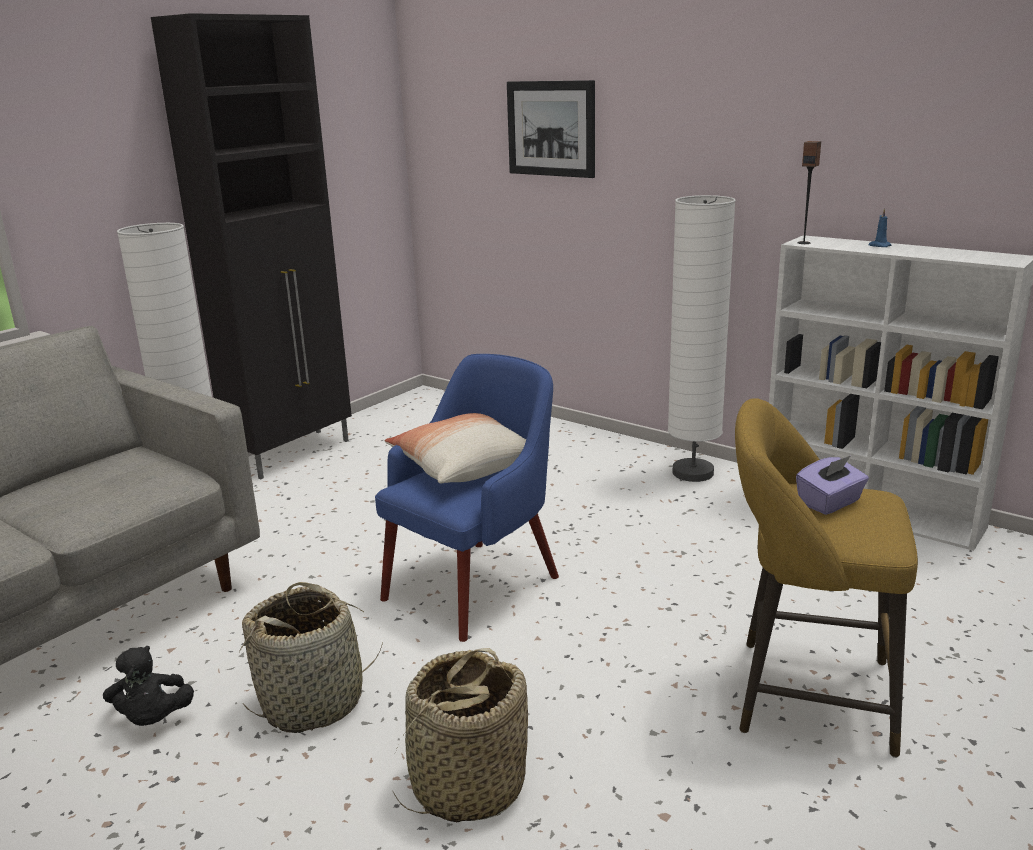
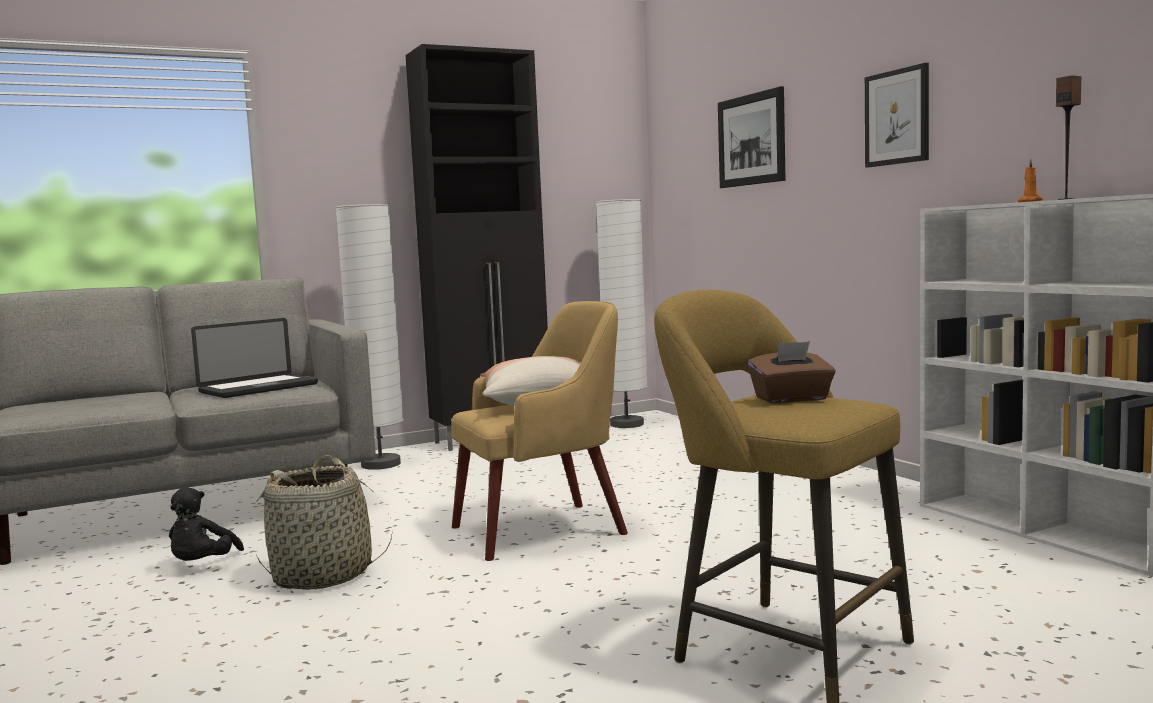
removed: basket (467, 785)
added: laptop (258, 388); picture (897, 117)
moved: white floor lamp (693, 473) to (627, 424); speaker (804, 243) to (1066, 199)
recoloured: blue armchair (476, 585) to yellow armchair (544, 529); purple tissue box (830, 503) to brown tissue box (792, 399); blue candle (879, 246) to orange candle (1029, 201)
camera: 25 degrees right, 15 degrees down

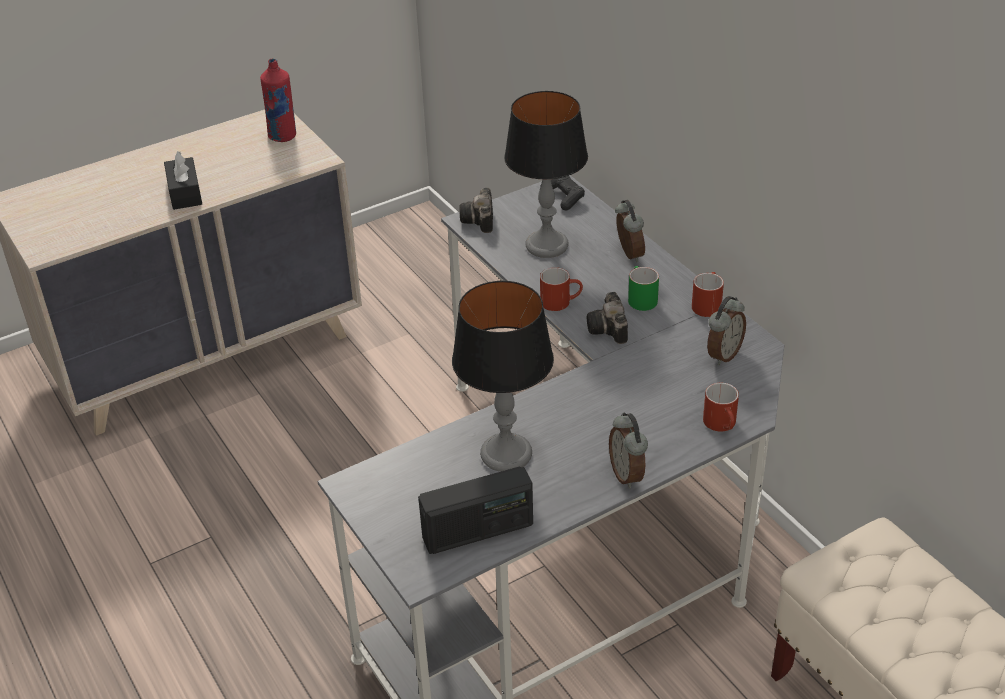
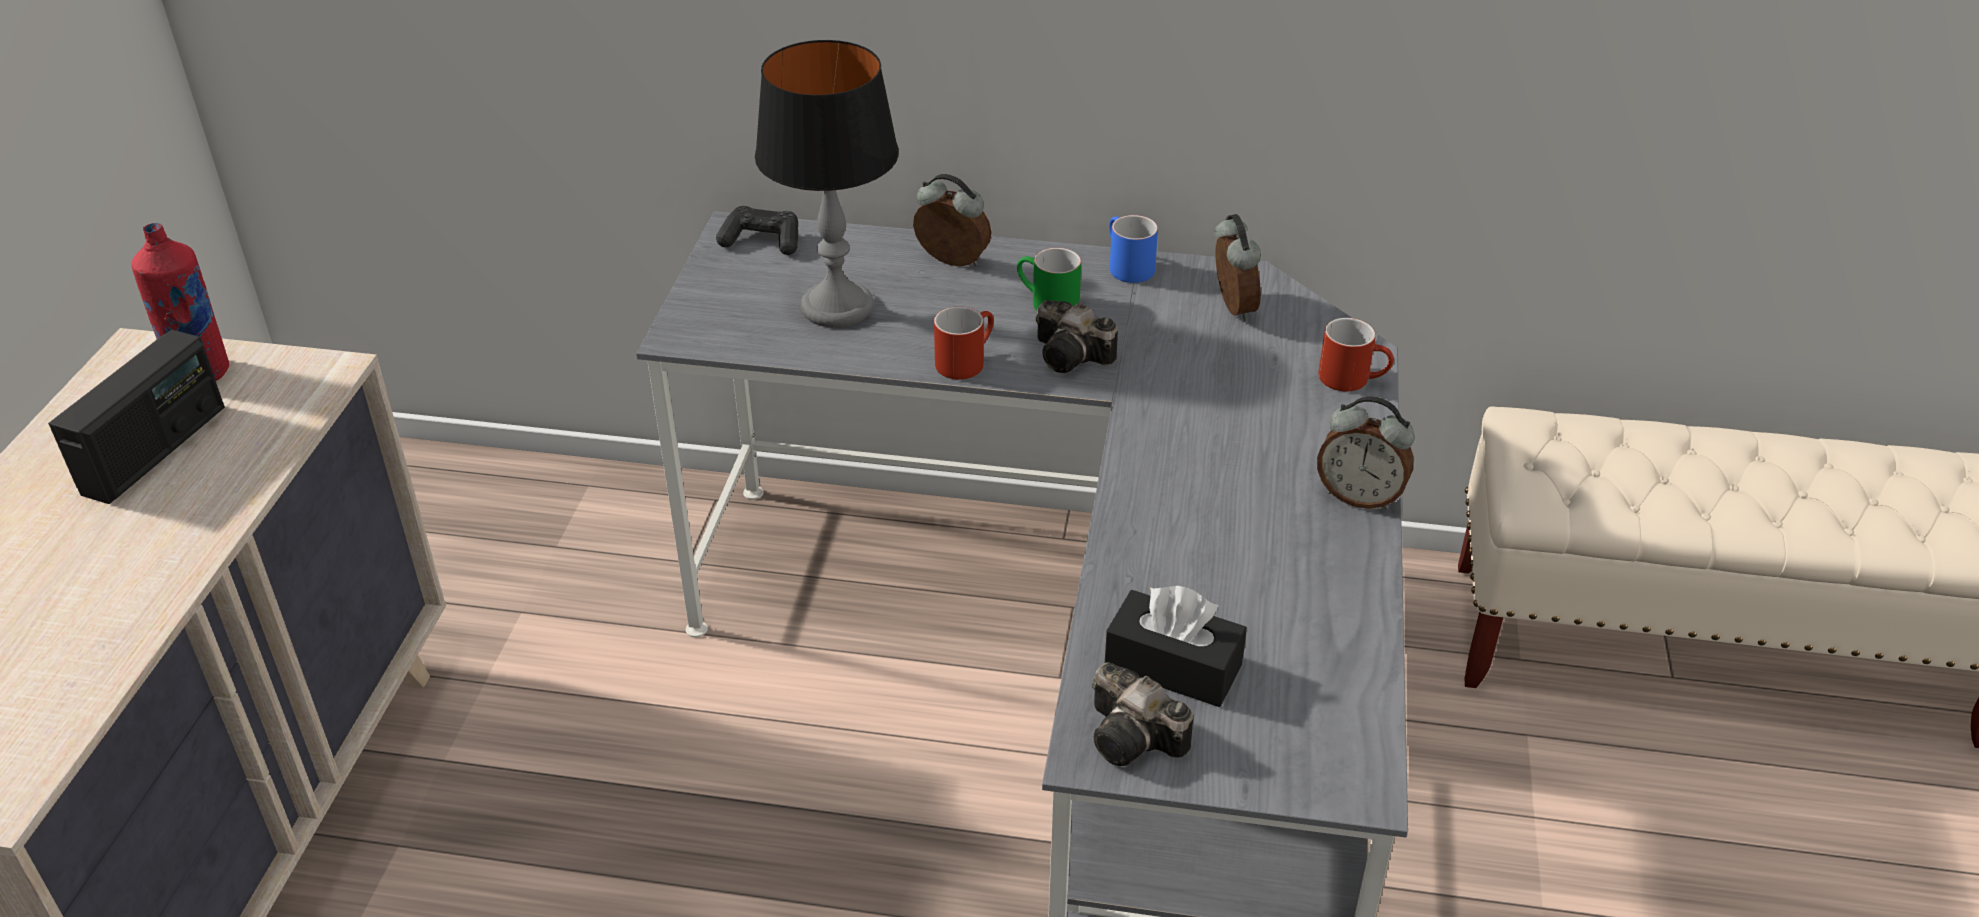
removed: table lamp (506, 454)
moved: black tissue box (185, 193) to (1173, 666); radio (478, 531) to (155, 450); photo camera (480, 221) to (1136, 740)
recoloured: red mug (706, 304) to blue mug (1125, 266)
camera: 50 degrees left, 0 degrees up

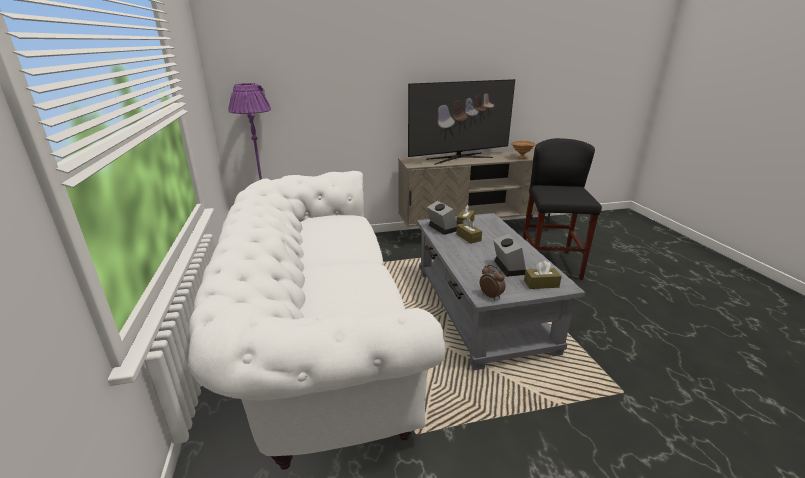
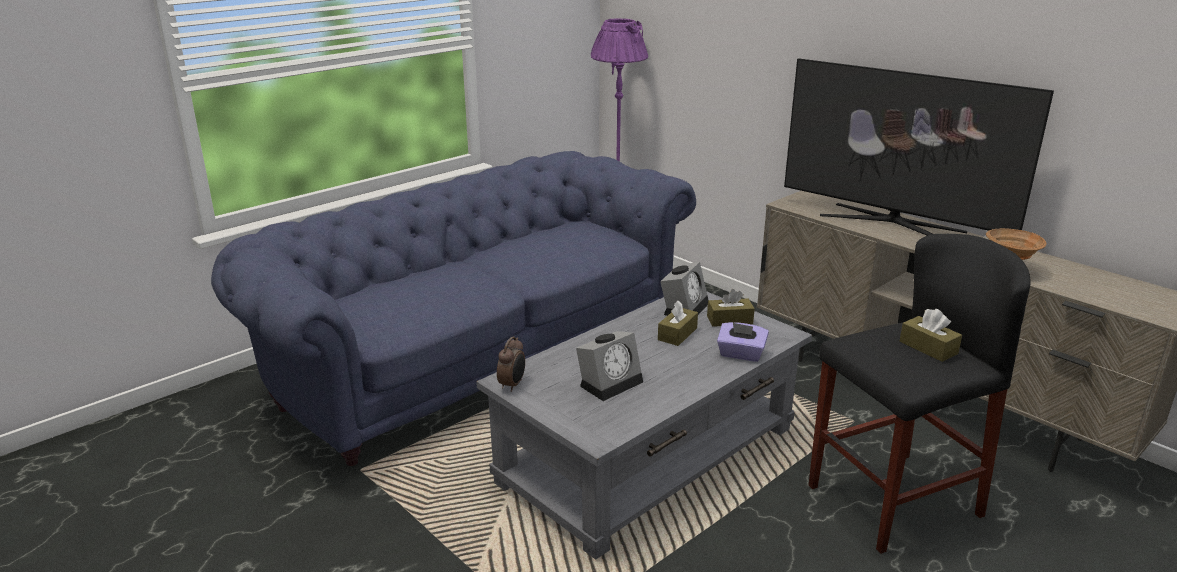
added: purple tissue box (741, 354)
moved: brown tissue box (541, 284) to (928, 347)
recoloured: white sofa (316, 335) to blue sofa (472, 355)
camera: 60 degrees right, 0 degrees up

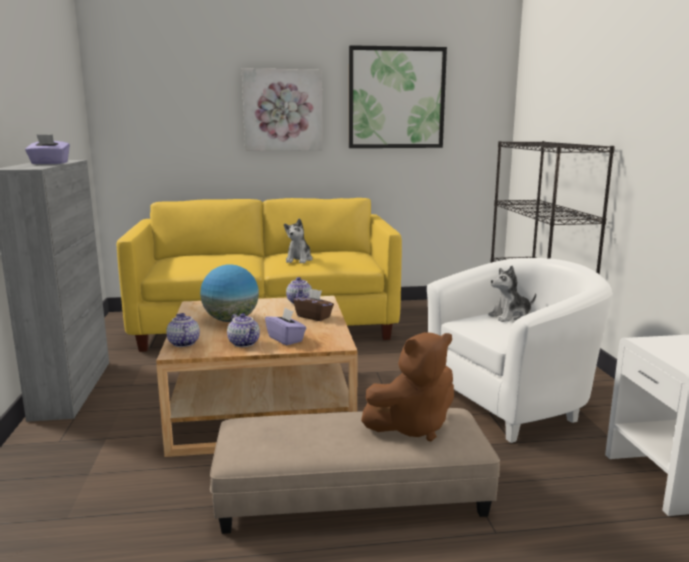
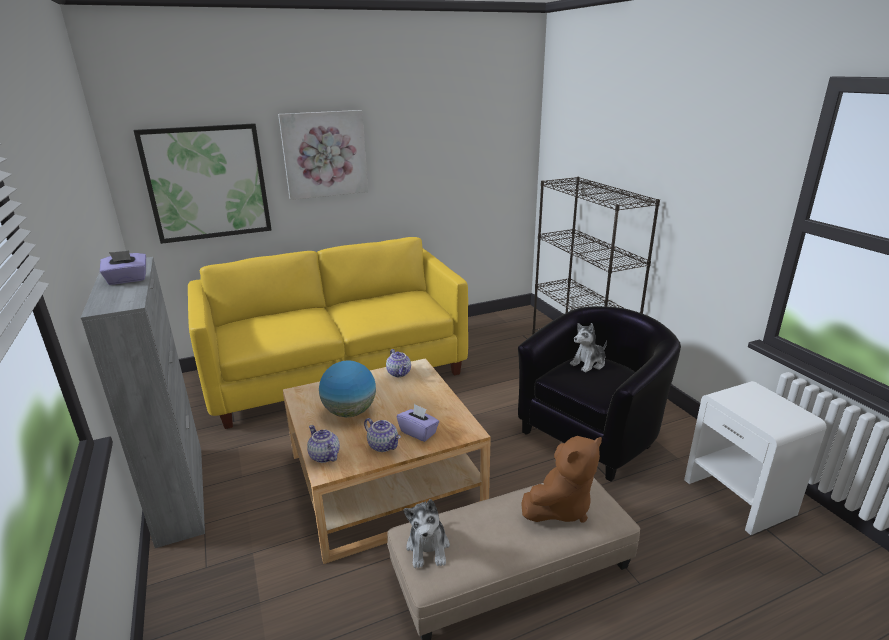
removed: brown tissue box (314, 317)
moved: plush toy (299, 260) to (428, 547); picture (396, 98) to (207, 183)
recoloured: white armchair (513, 402) to black armchair (593, 433)
camera: 15 degrees left, 10 degrees up

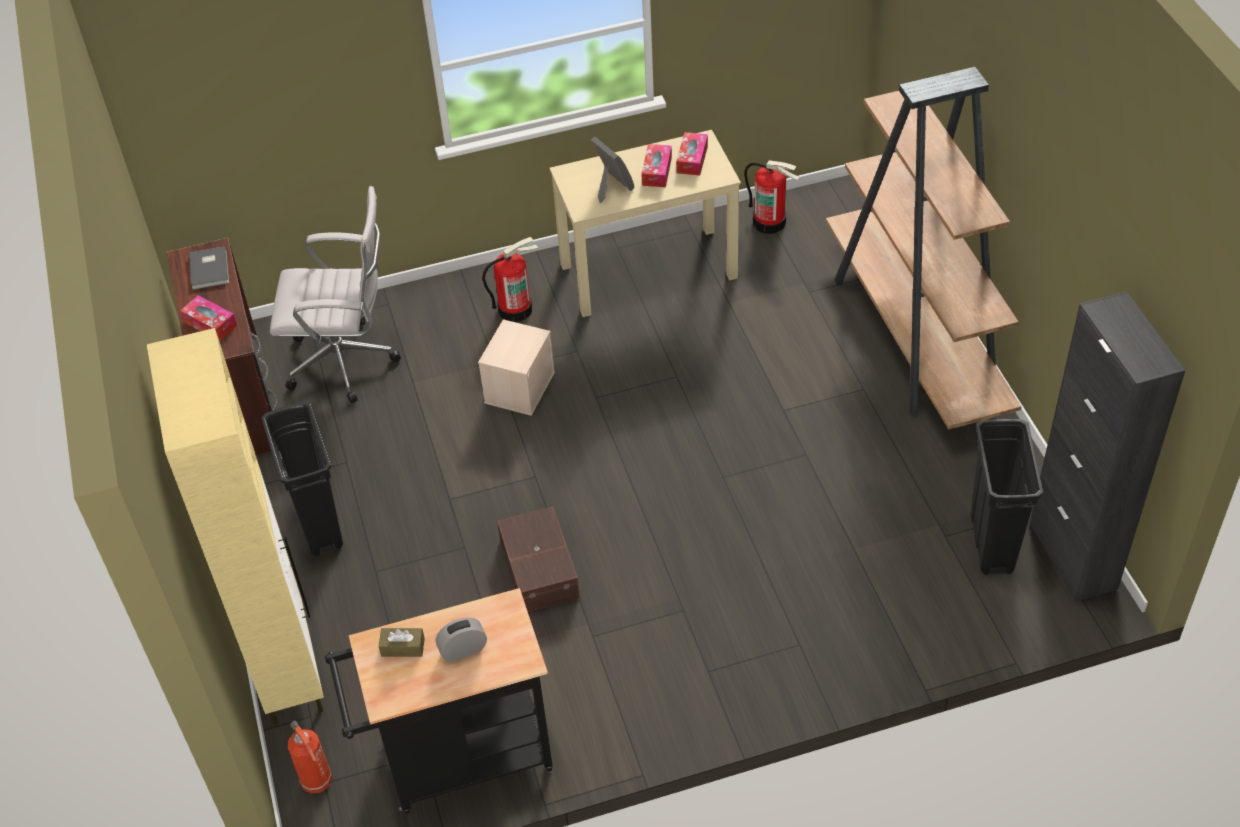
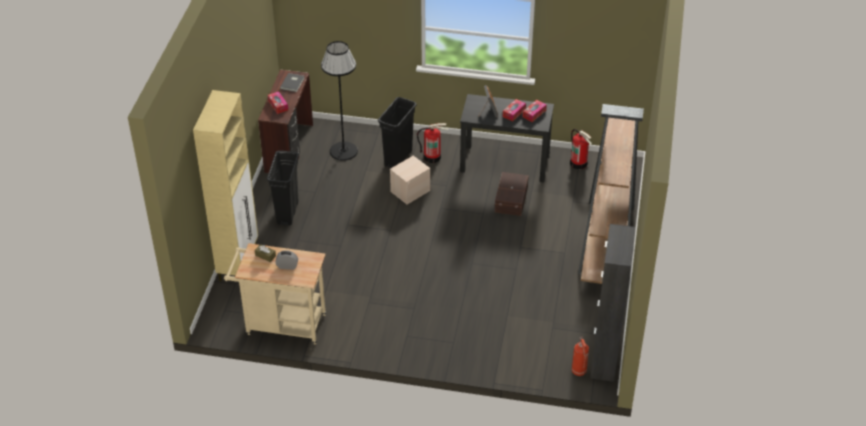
moved: fire extinguisher (318, 782) to (579, 372); brown storage box (540, 568) to (512, 199); black trash can (991, 544) to (398, 158)
replaced: white office chair (347, 362) to black floor lamp (343, 151)
recoloured: black cart (457, 759) to beige cart (281, 324); beige desk (649, 271) to black desk (505, 163)
camera: 25 degrees right, 5 degrees down

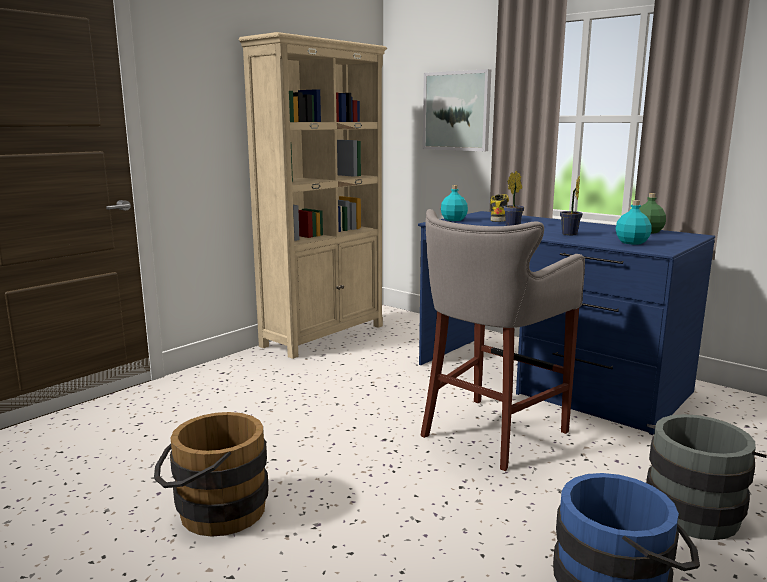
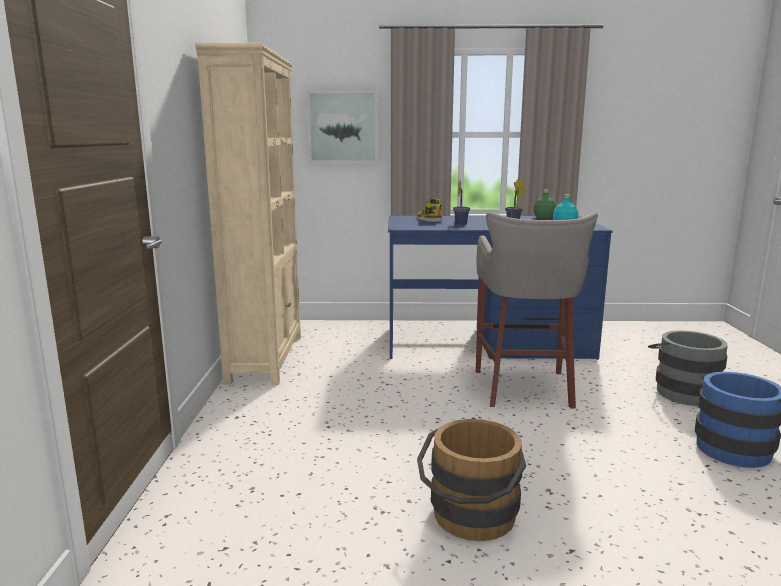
removed: turquoise bottle (453, 219)
camera: 40 degrees left, 0 degrees up

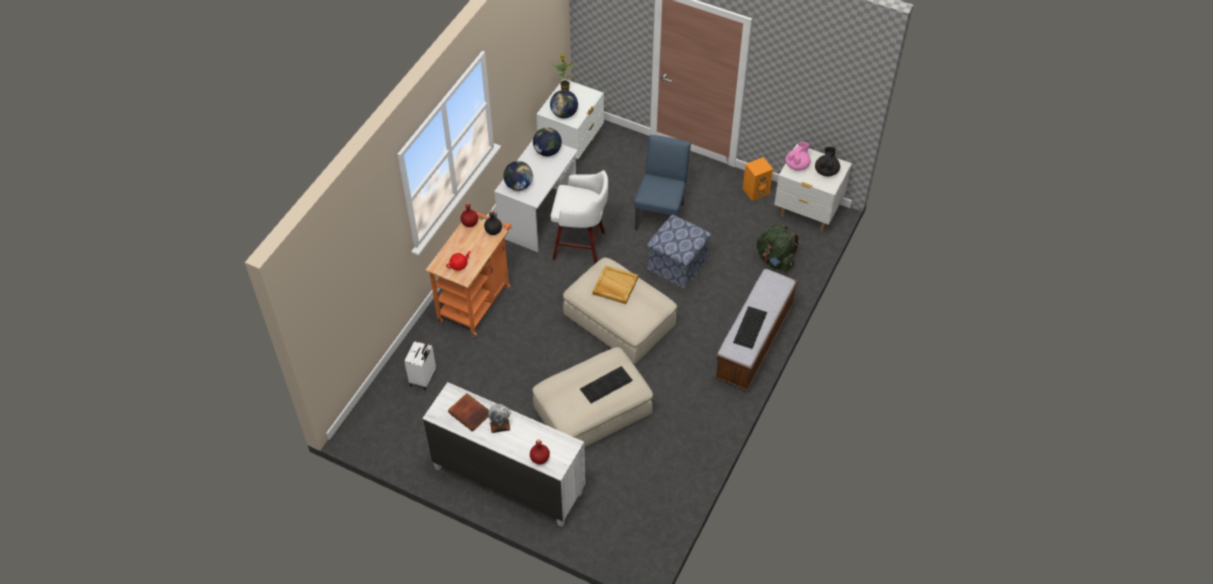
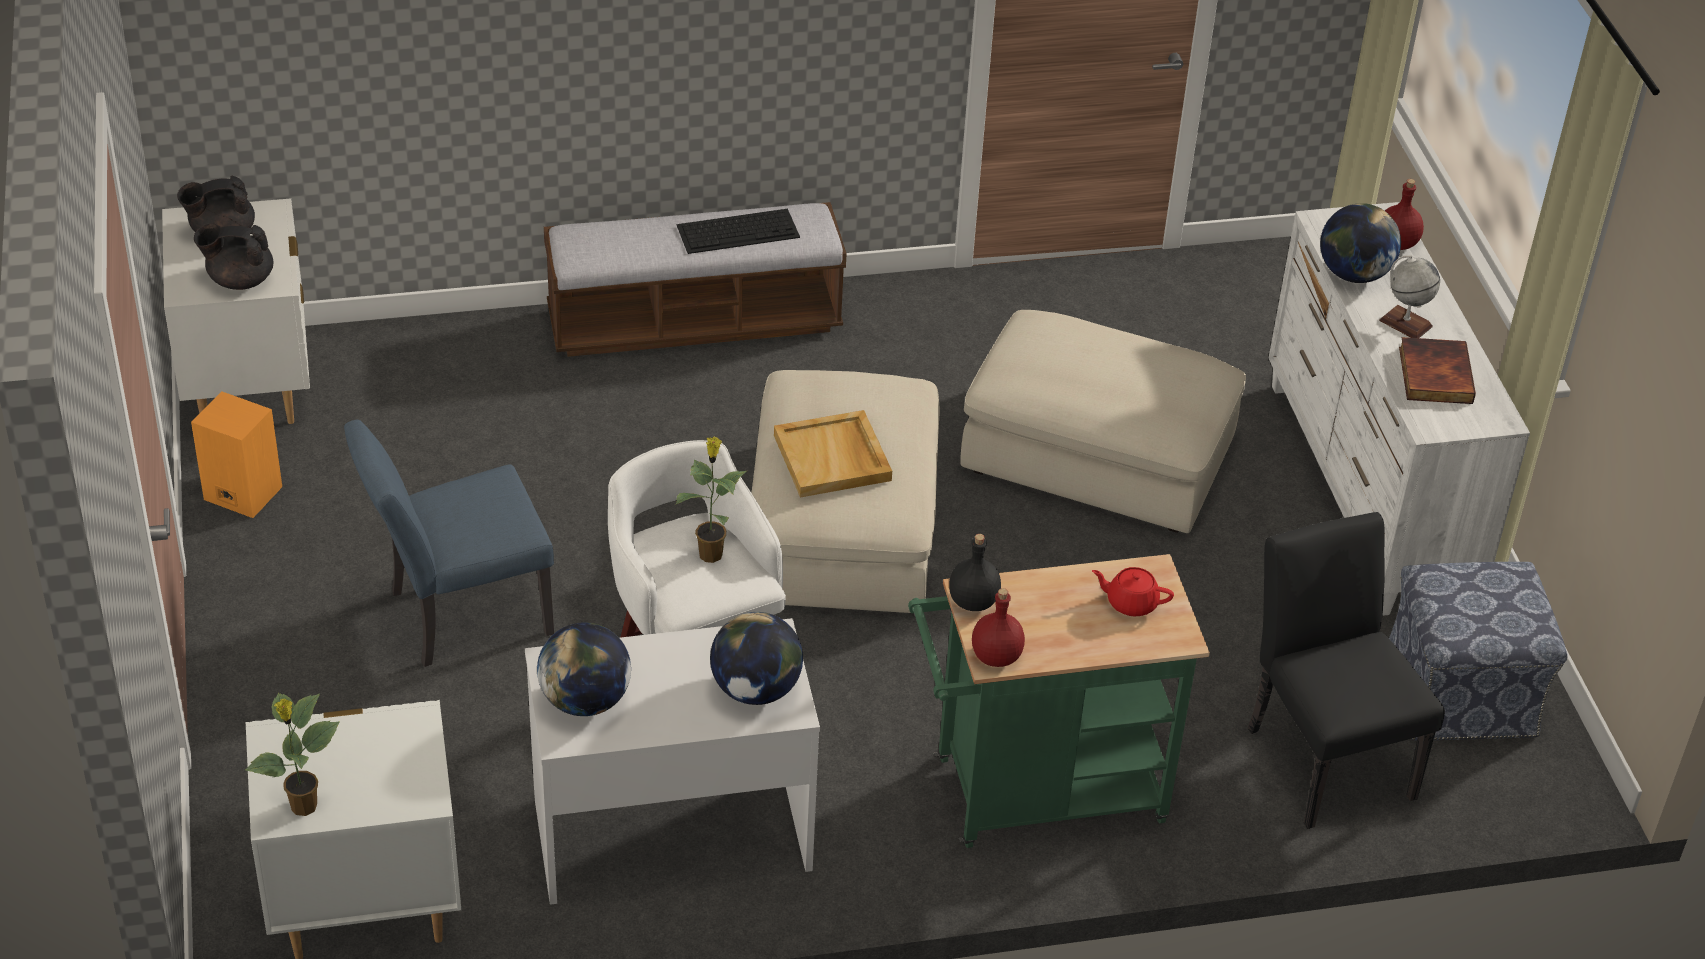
removed: keyboard (606, 385); green backpack (775, 259)
added: potted plant (711, 553)
moved: globe (564, 114) to (1353, 274); ottoman (677, 265) to (1462, 693)
replaced: white suitcase (423, 378) to black chair (1323, 753)
recoloured: orange cart (476, 300) to green cart (1035, 794); pink teapot (797, 165) to black teapot (239, 280)
camera: 130 degrees left, 10 degrees down

